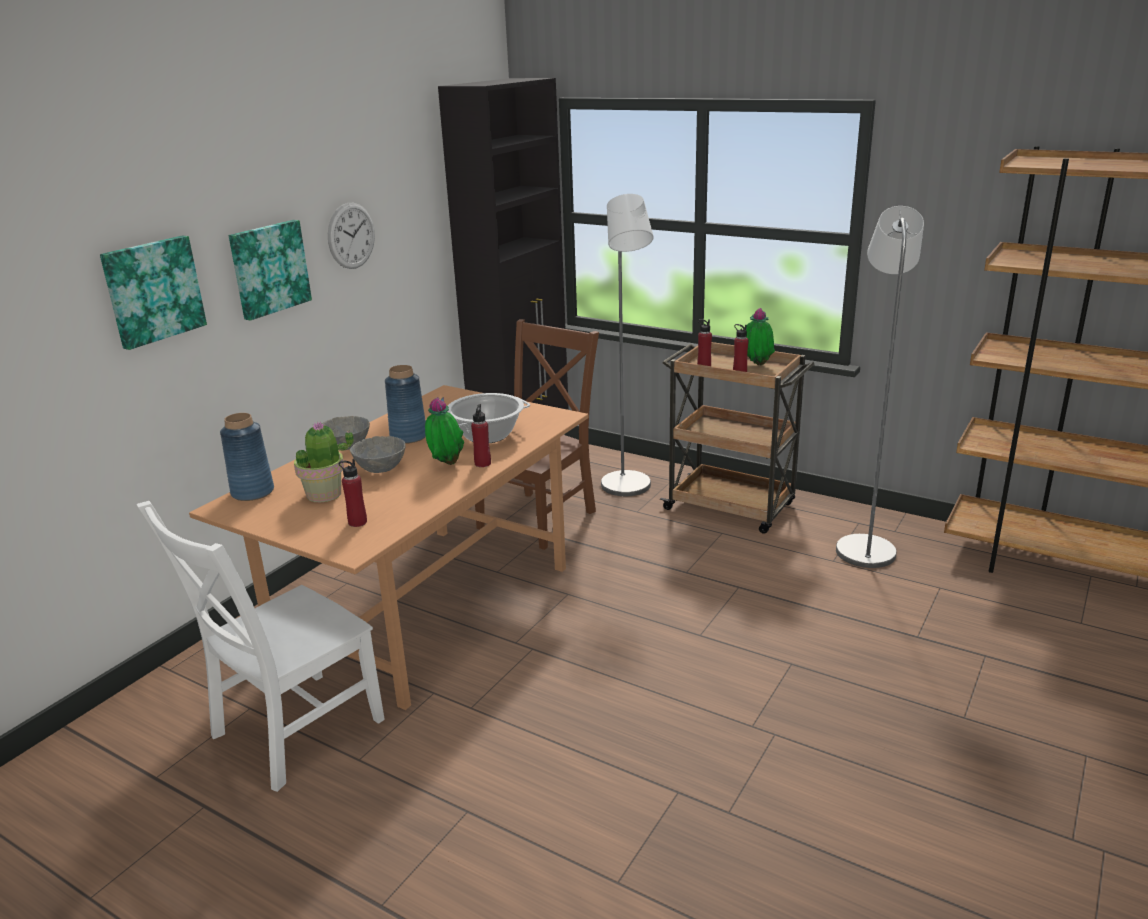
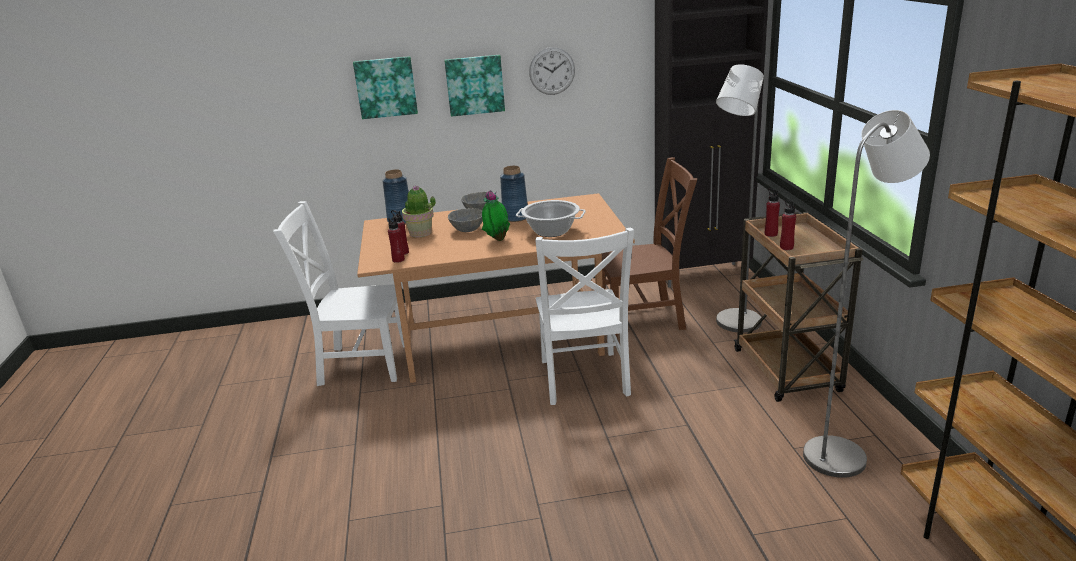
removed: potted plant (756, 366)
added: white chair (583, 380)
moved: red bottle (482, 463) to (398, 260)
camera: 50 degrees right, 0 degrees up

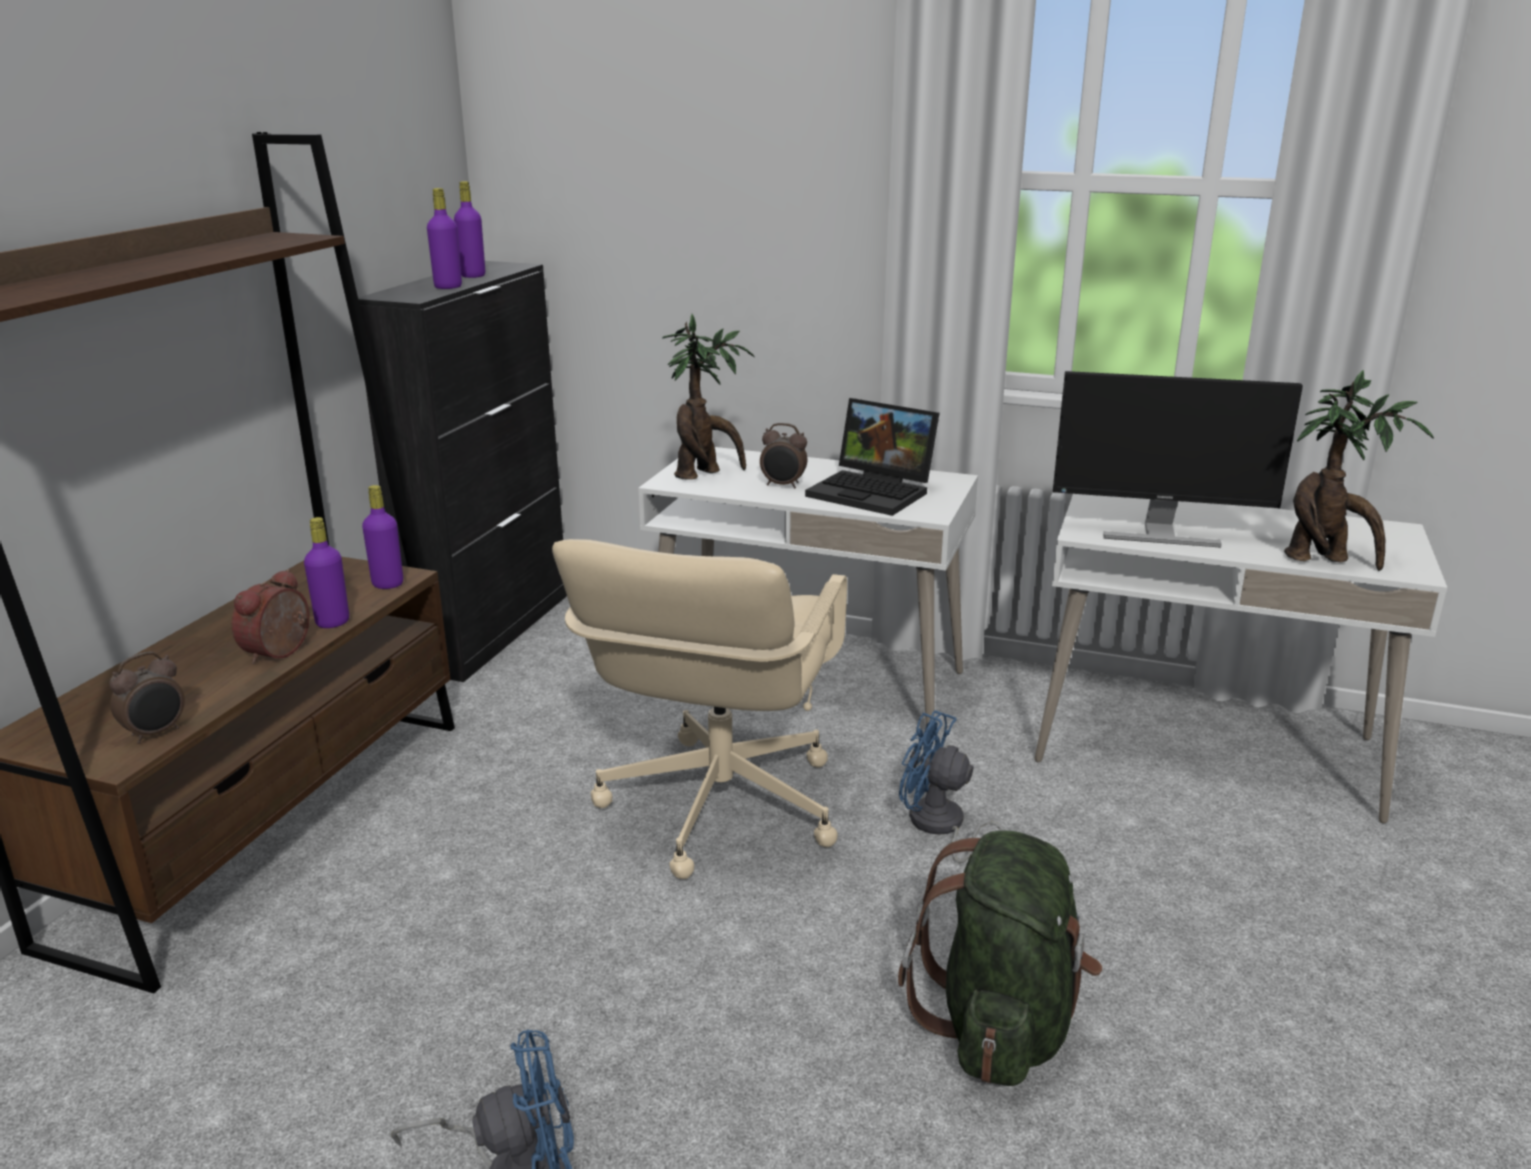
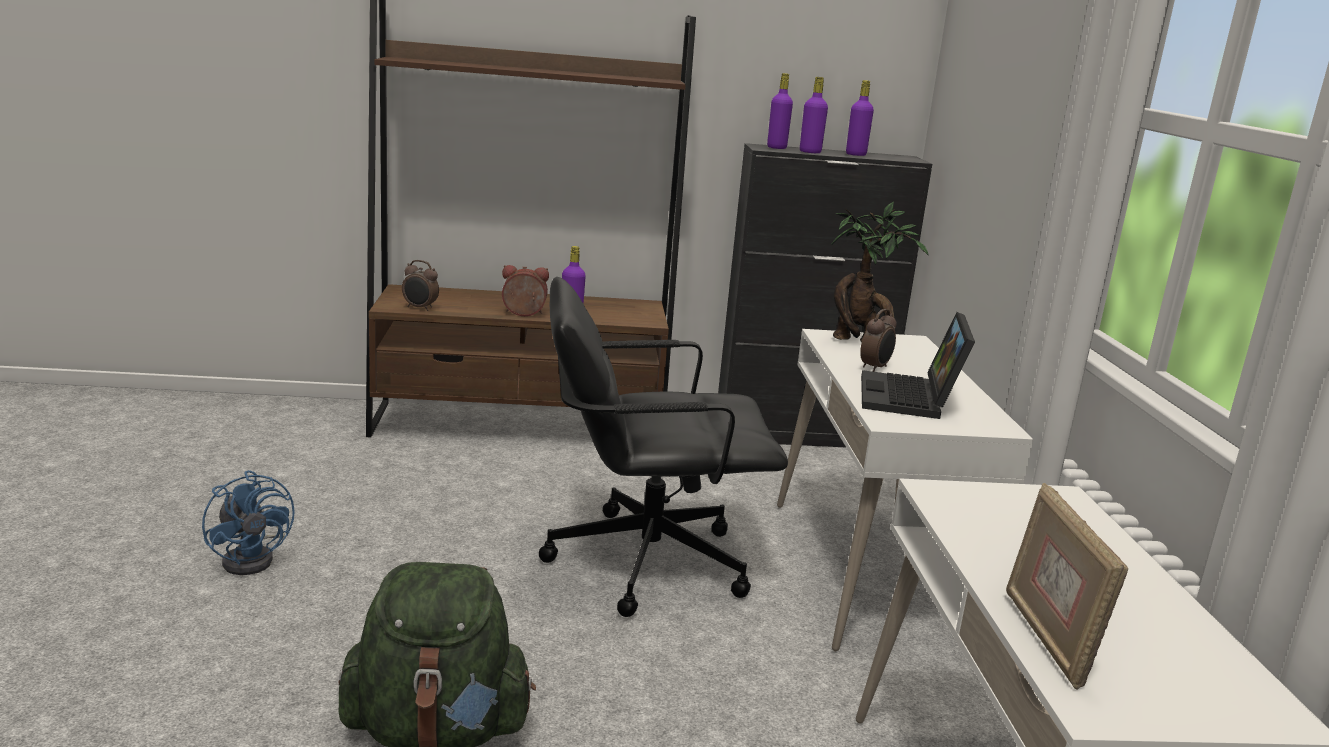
removed: blue fan (940, 827); monitor (1158, 534)
moved: purple bottle (388, 584) to (776, 147)
replaced: potted plant (1325, 560) to picture frame (1047, 638)
recoloured: beige office chair (718, 806) to black office chair (645, 561)
turned: alarm clock (783, 485) = (875, 368) 135 degrees counterclockwise
camera: 65 degrees right, 5 degrees down

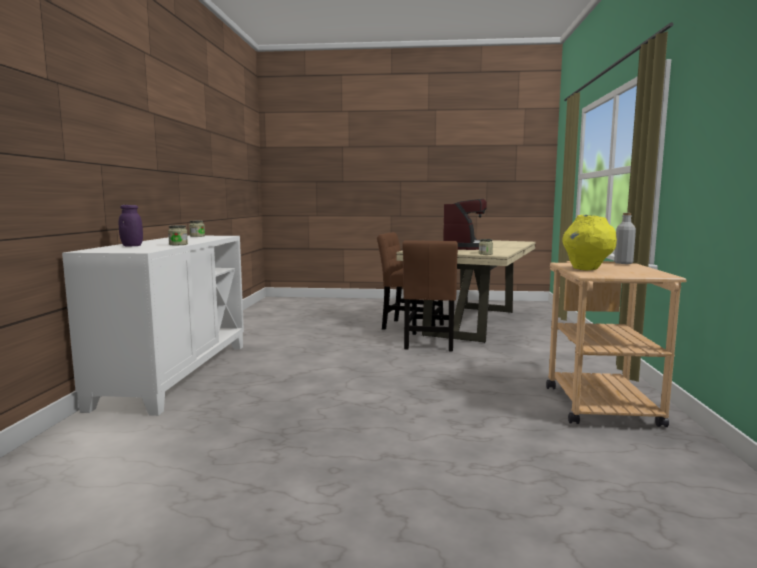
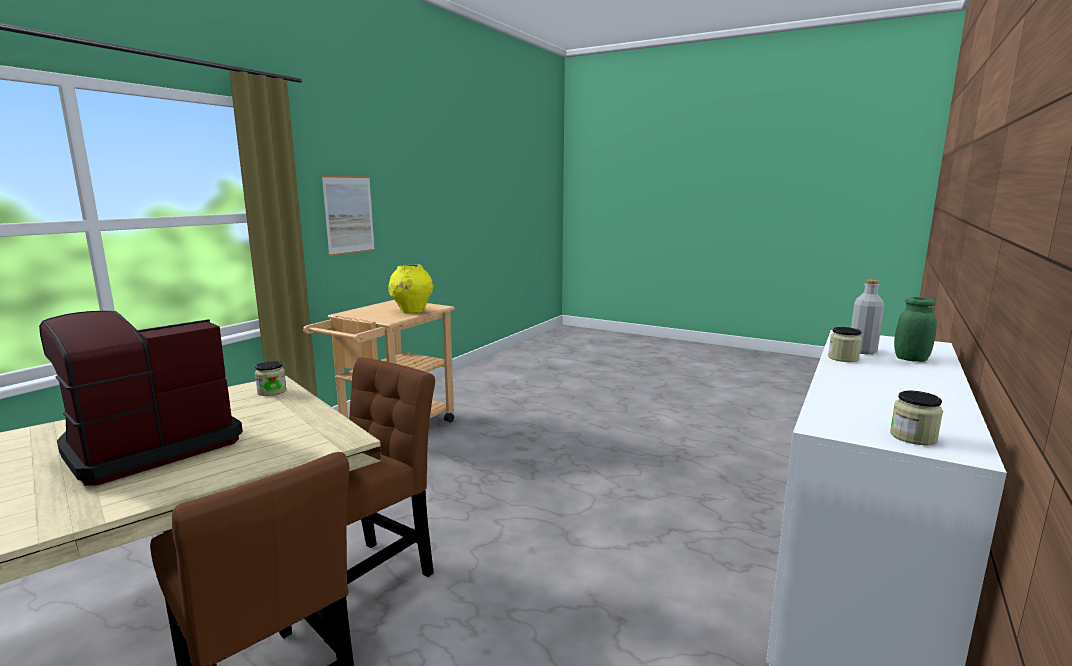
added: picture (349, 215)
moved: grey bottle (623, 263) to (862, 351)
recoloured: purple jar (132, 246) to green jar (911, 359)
camera: 155 degrees left, 5 degrees up

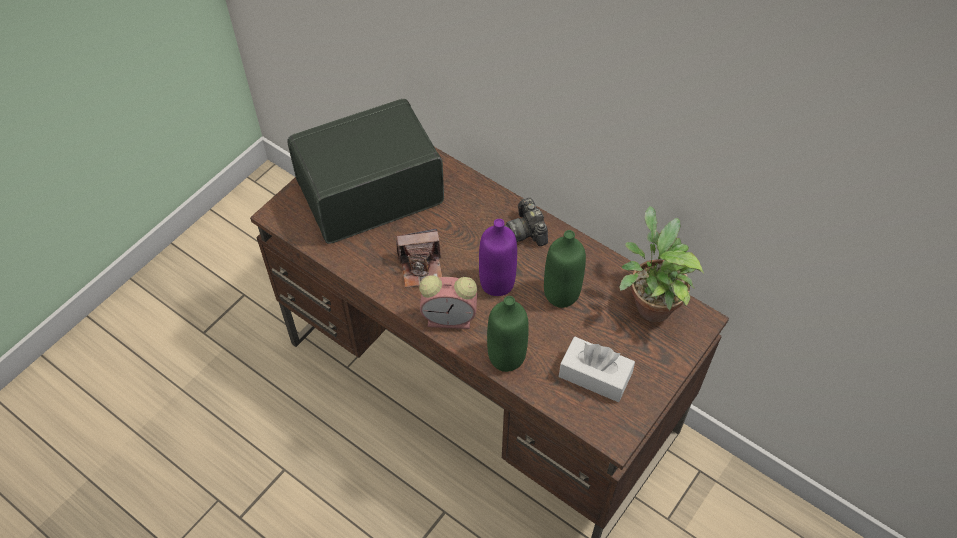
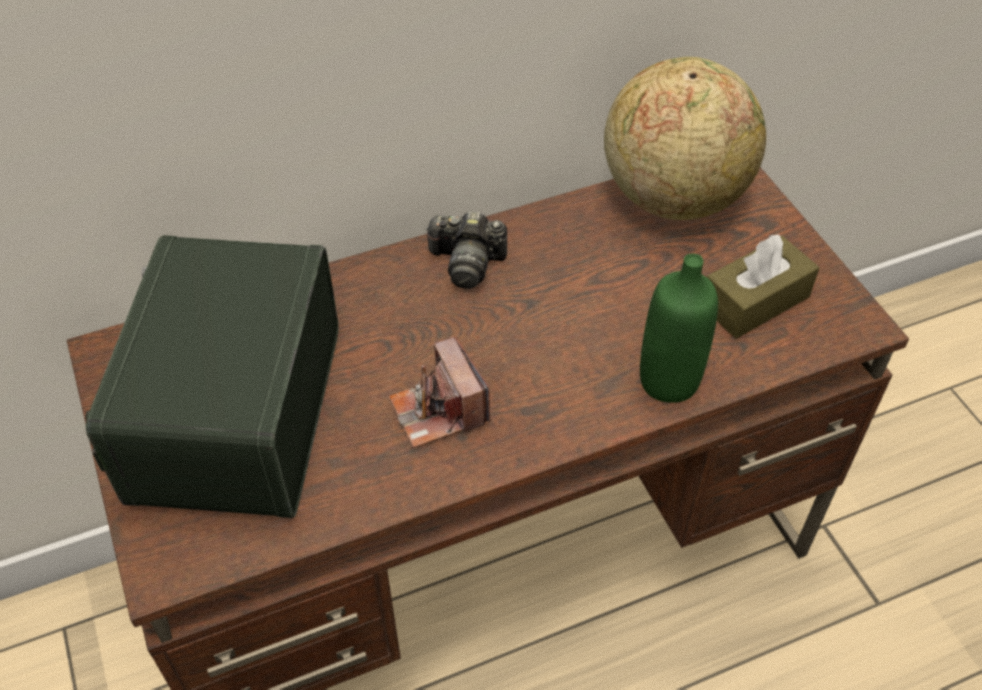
removed: alarm clock (451, 318); purple bottle (497, 283); green bottle (561, 294)
replaced: potted plant (650, 303) to globe (673, 197)
recoloured: white tissue box (595, 376) to brown tissue box (755, 301)
turned: photo camera (421, 267) = (439, 411) 135 degrees clockwise
camera: 60 degrees left, 5 degrees down

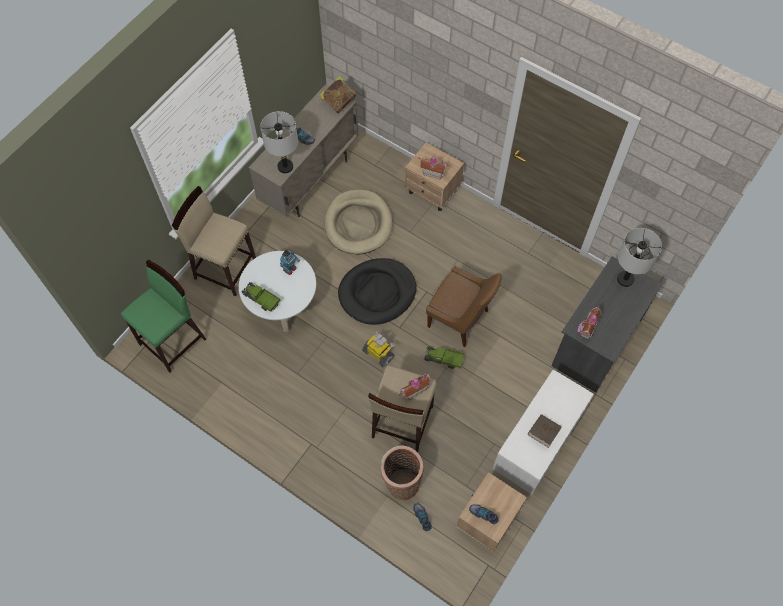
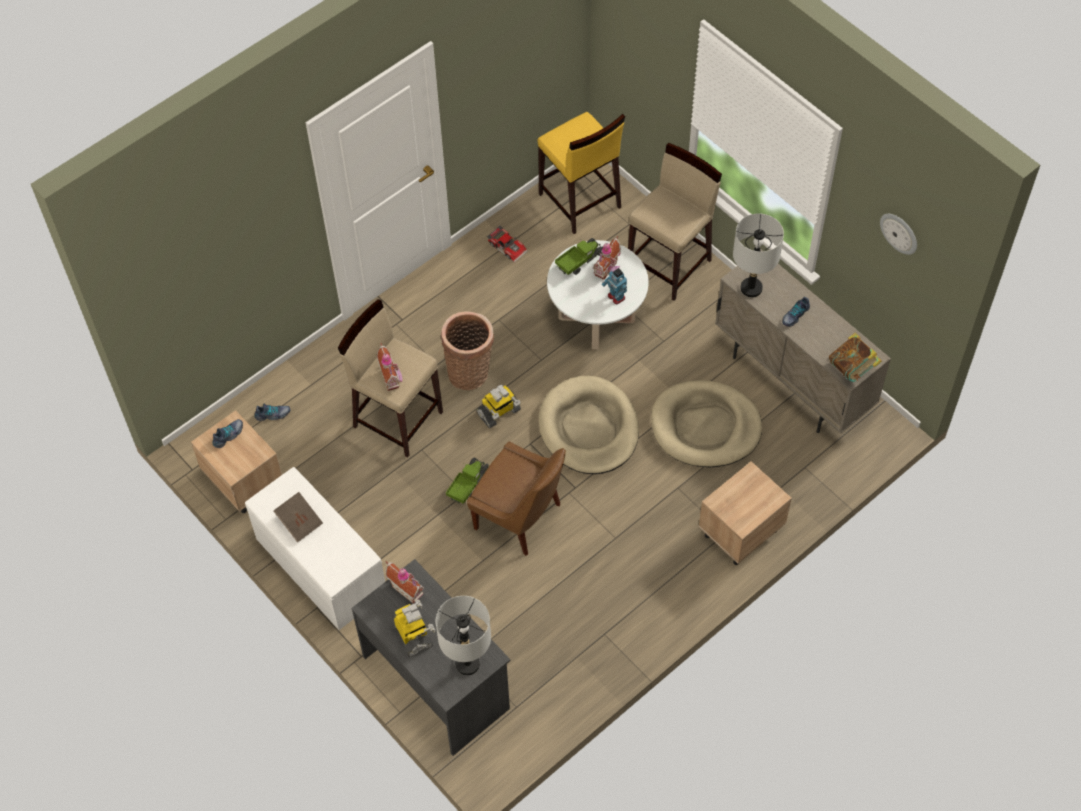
added: toy robot (412, 634); toy car (508, 246); wall clock (899, 233)
moved: basket (401, 482) to (470, 371); toy house (433, 172) to (608, 270)
recoloured: green stool (173, 341) to yellow stool (579, 201); black dog bed (377, 293) to beige dog bed (589, 428)
turned: brown chair (460, 320) = (520, 518) 105 degrees counterclockwise
camera: 105 degrees right, 5 degrees down

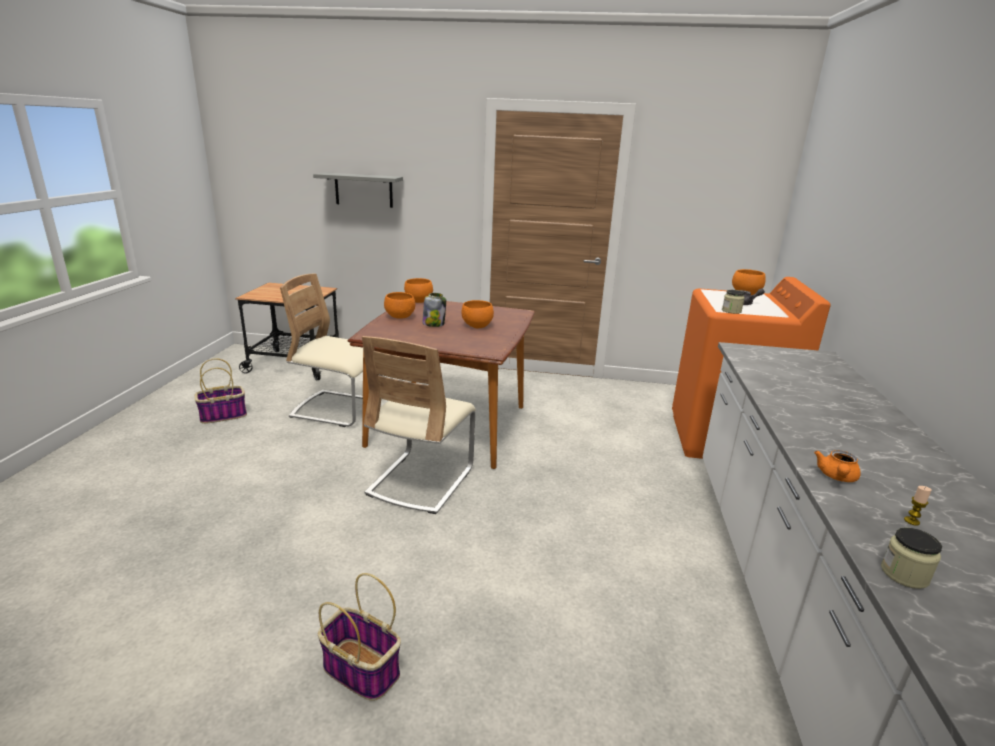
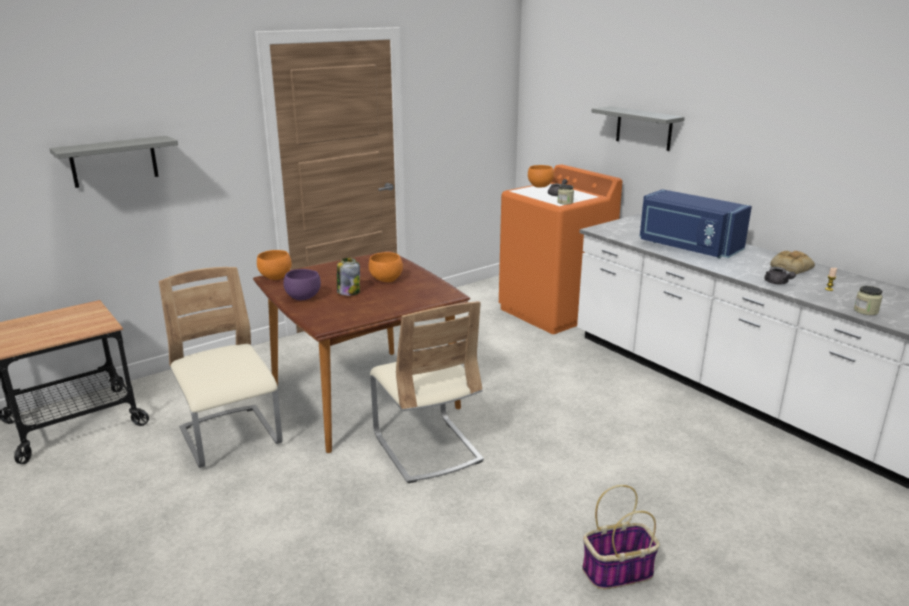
removed: basket (224, 415)
added: grey shelf (644, 128); blue microwave (687, 247); bread (791, 267)
recoloured: orange bowl (400, 317) to purple bowl (303, 298); orange teapot (836, 477) to grey teapot (777, 283)
turned: beige chair (337, 409) = (230, 438) 90 degrees clockwise
camera: 45 degrees left, 0 degrees up

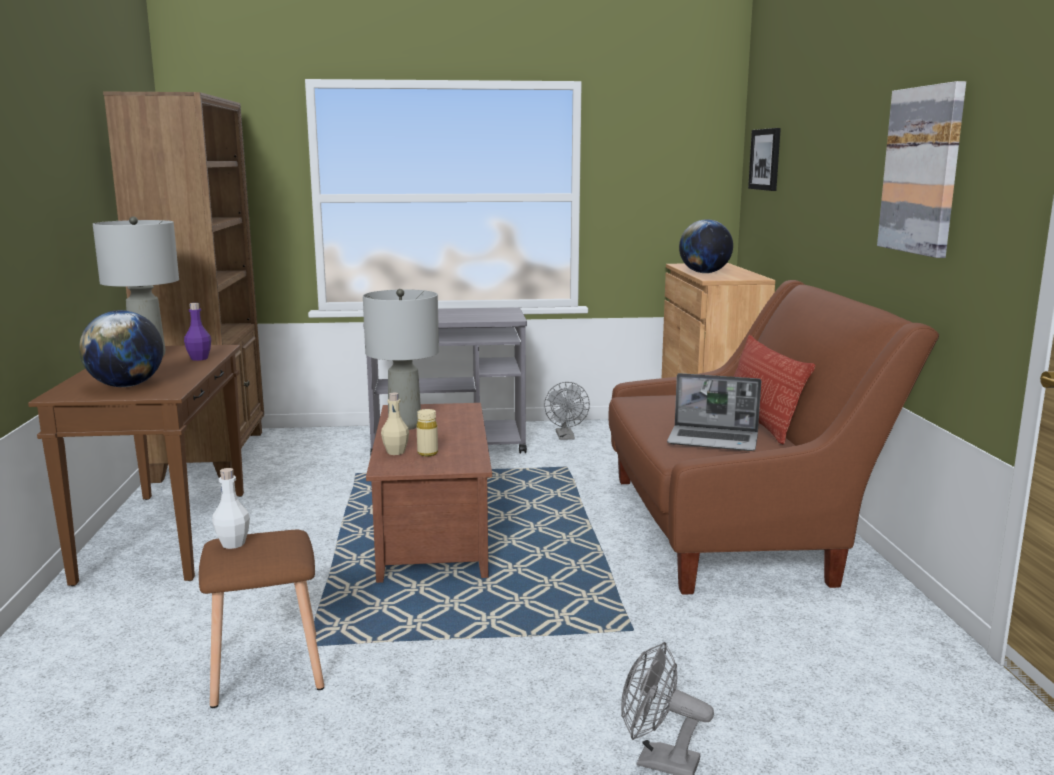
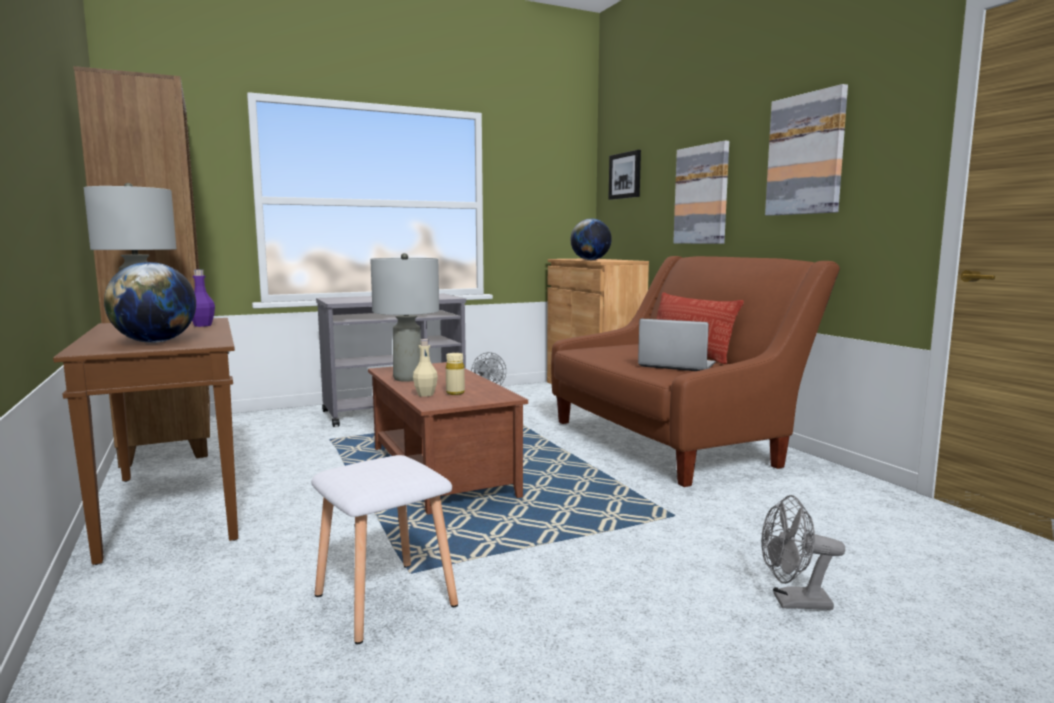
removed: white bottle (233, 544)
added: picture (702, 195)
recoloured: brown stool (268, 670) to white stool (387, 600)
turned: laptop (714, 440) = (675, 365) 150 degrees counterclockwise
camera: 20 degrees left, 5 degrees down

